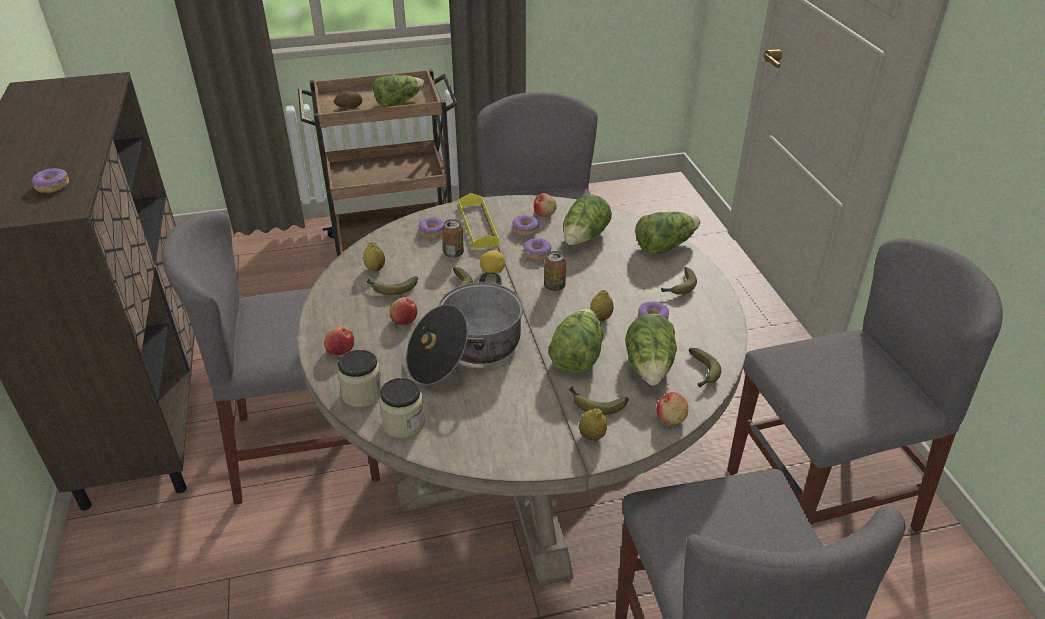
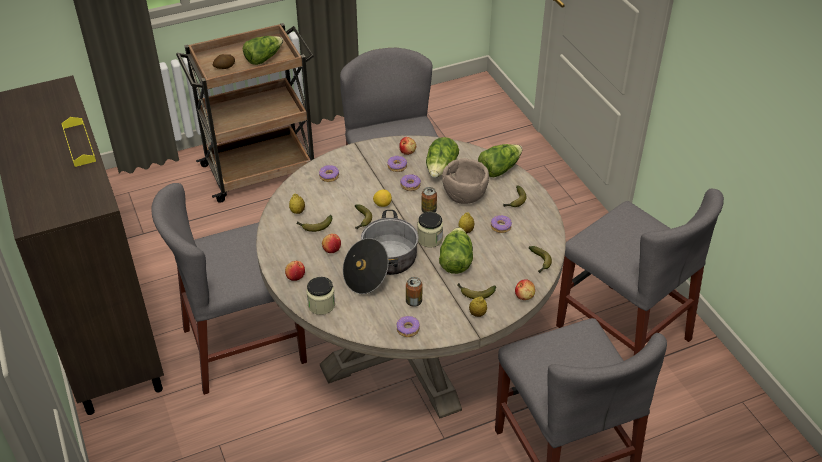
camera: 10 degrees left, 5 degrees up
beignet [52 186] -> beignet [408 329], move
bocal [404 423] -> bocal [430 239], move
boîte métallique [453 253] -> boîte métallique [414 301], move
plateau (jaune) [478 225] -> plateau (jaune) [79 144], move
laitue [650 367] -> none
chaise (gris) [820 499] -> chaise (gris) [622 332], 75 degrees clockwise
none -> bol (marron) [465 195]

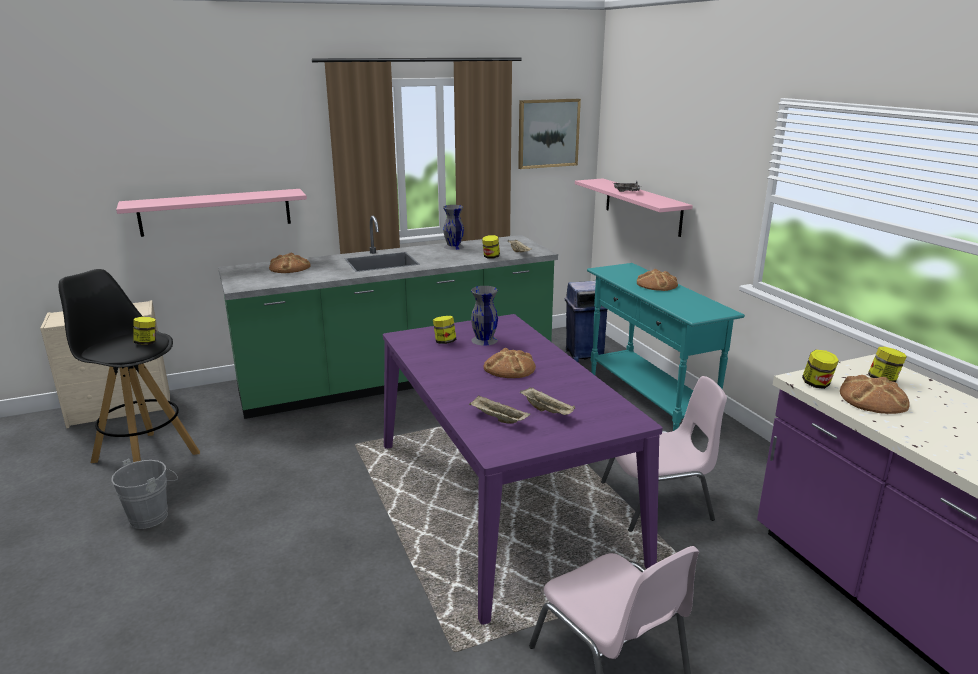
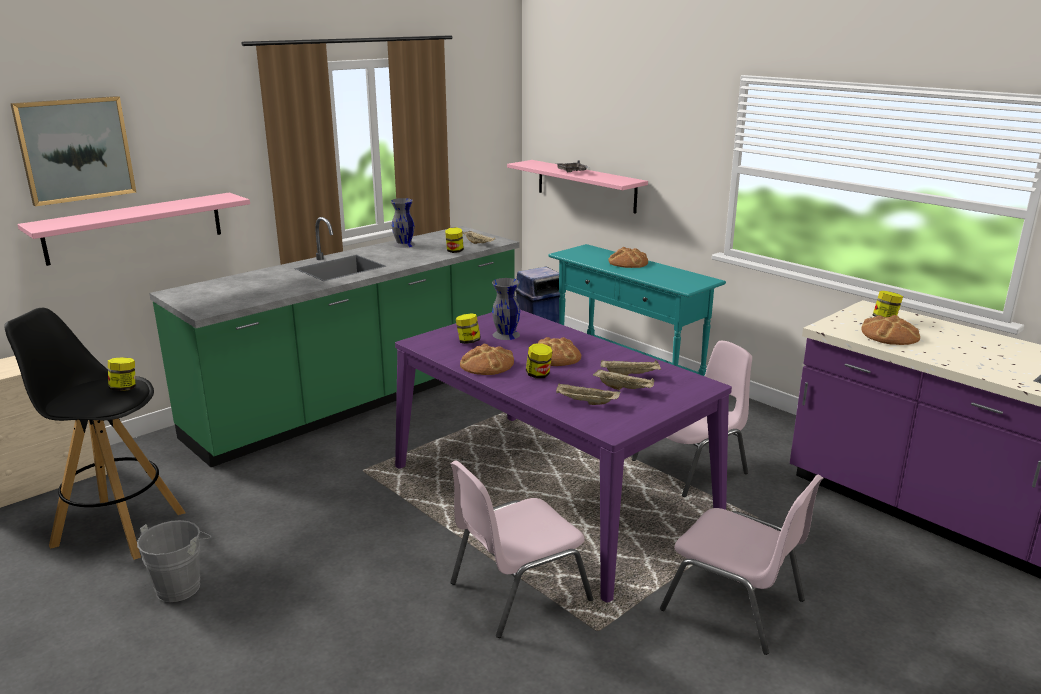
camera: 20 degrees left, 0 degrees up
pain [289 268] -> pain [487 365], move
tableau [548 133] -> tableau [75 149], move
bocal [817 384] -> bocal [538 375], move
none -> chaise (rose) [517 591]
none -> plateau (beige) [631 375]

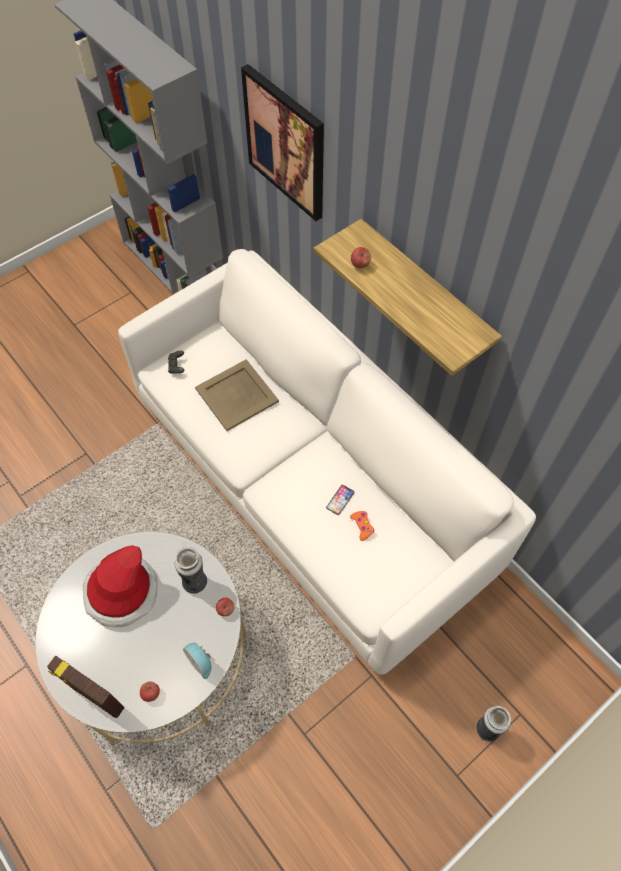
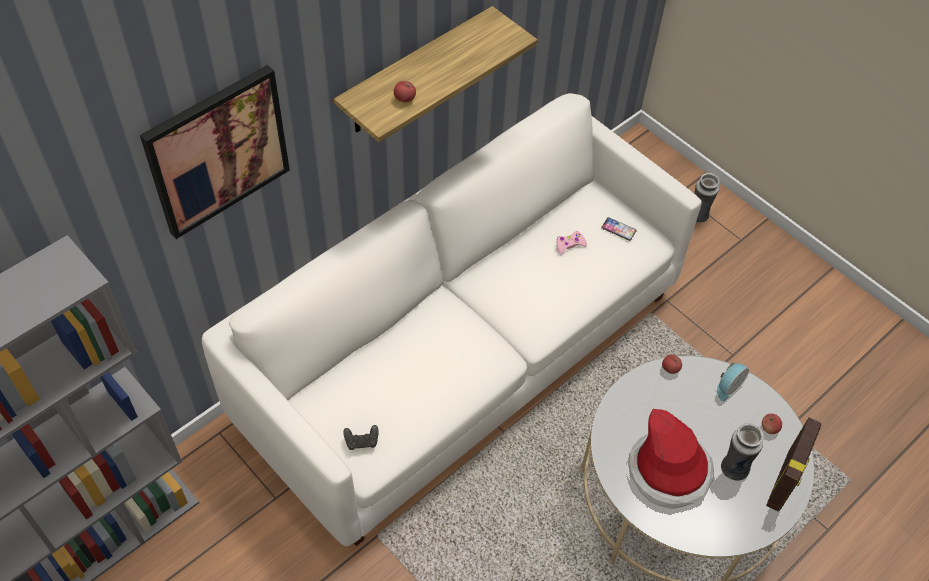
camera: 95 degrees left, 5 degrees down
vase [195 582] -> vase [733 469], move
plateau (beige) [236 395] -> none
téléphone [340 500] -> téléphone [618 229], move
manette (orange) [362 526] -> manette (rose) [569 245]

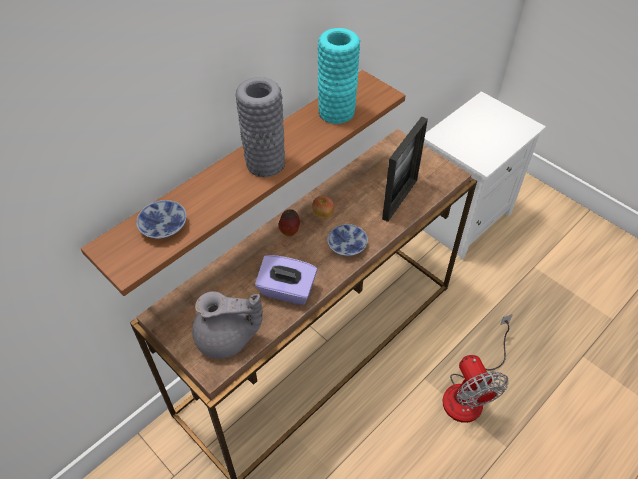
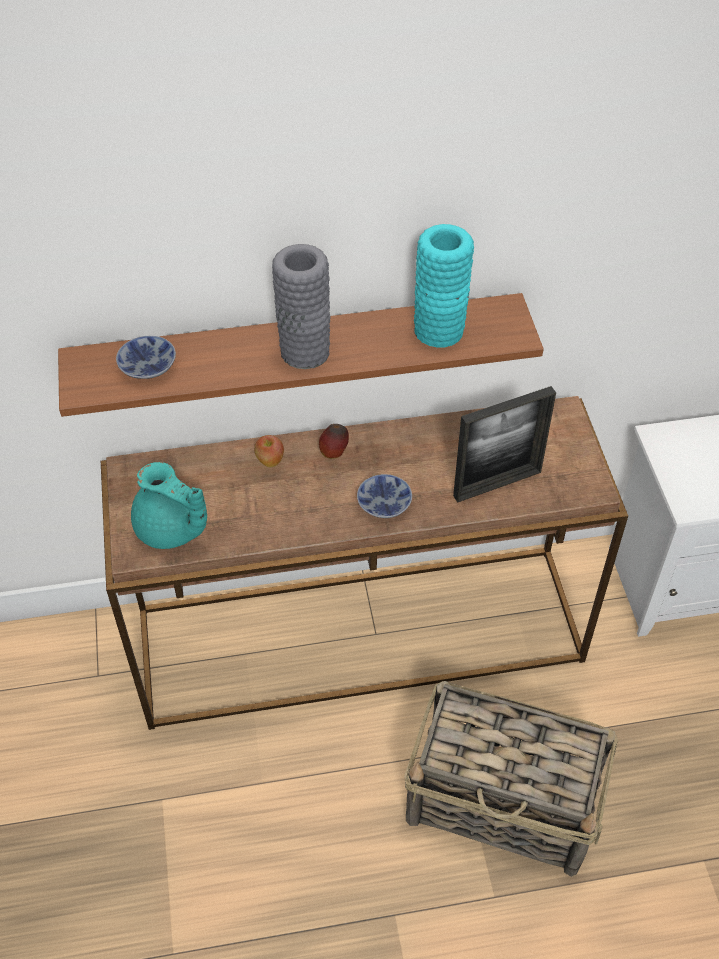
camera: 35 degrees right, 0 degrees up
théière (gris) [226 339] -> théière (turquoise) [172 530]
boîte à mouchoirs (violet) [286 291] -> none
pomme [323 214] -> pomme [269 461], move
ventilateur [469 391] -> panier [504 803]

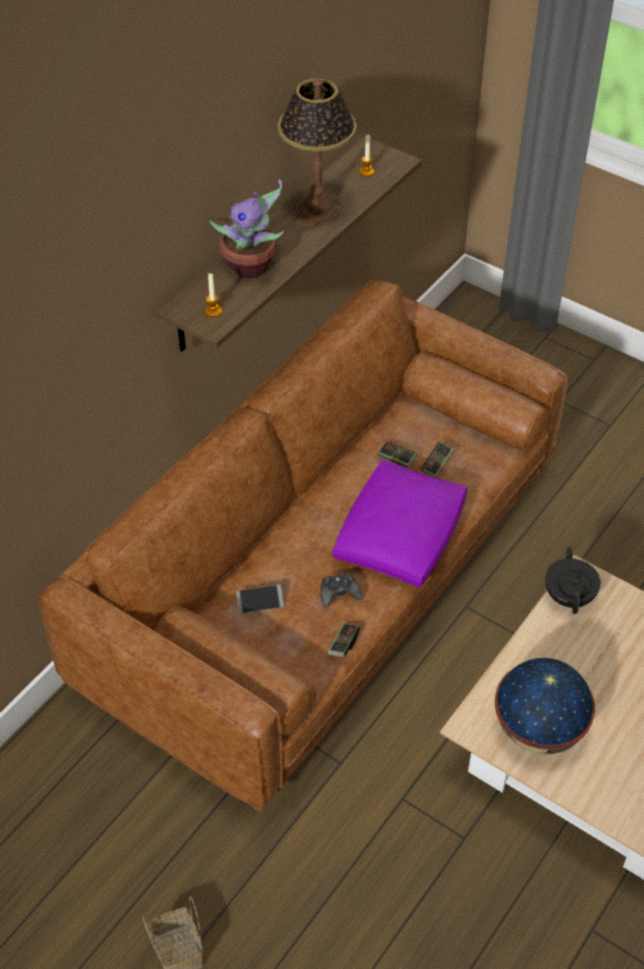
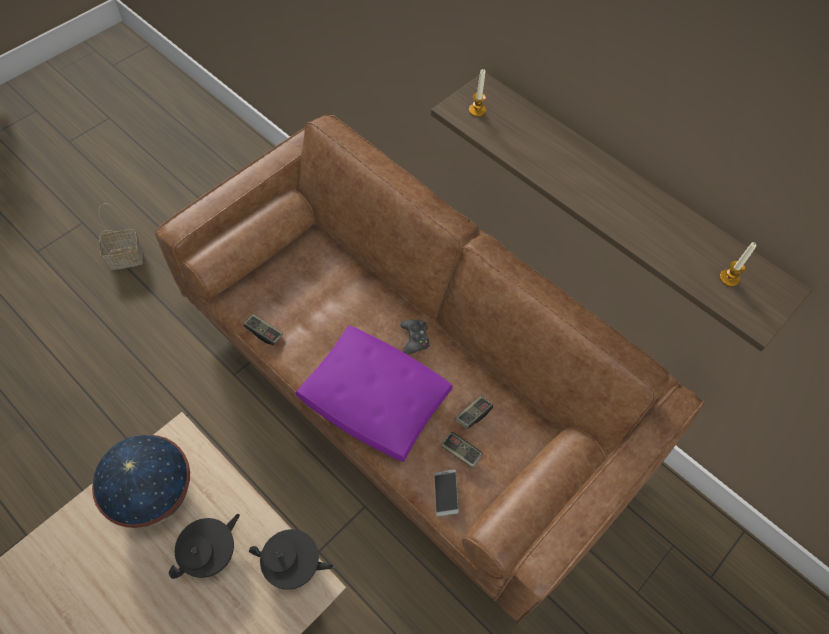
camera: 95 degrees right, 10 degrees up
plante en pot [251 267] -> none
téléphone [260 602] -> téléphone [446 494], move
lampe de table [317 210] -> none
manette (noir) [339 593] -> manette (noir) [415 339], move
none -> théière (noir) [211 553]

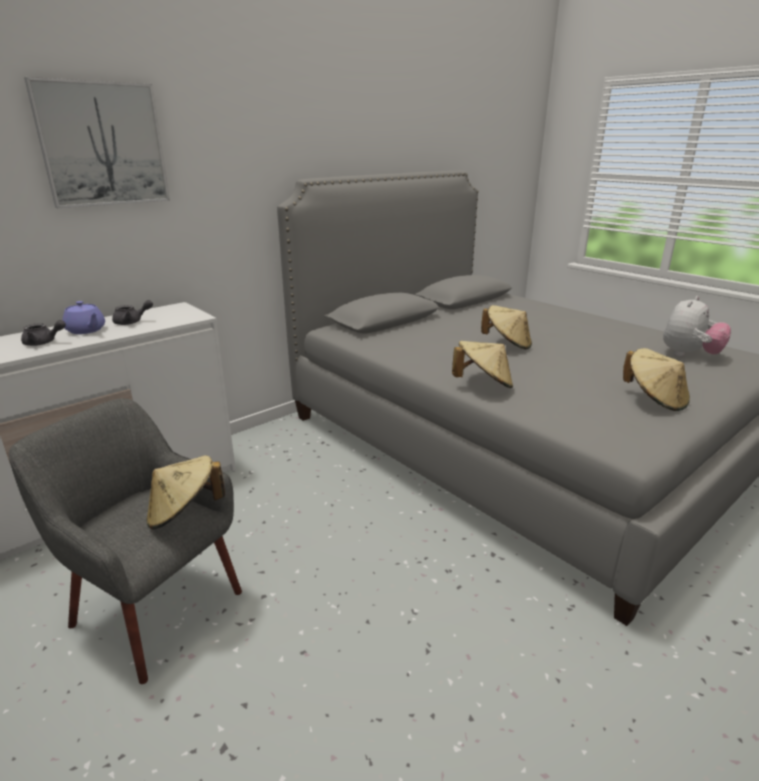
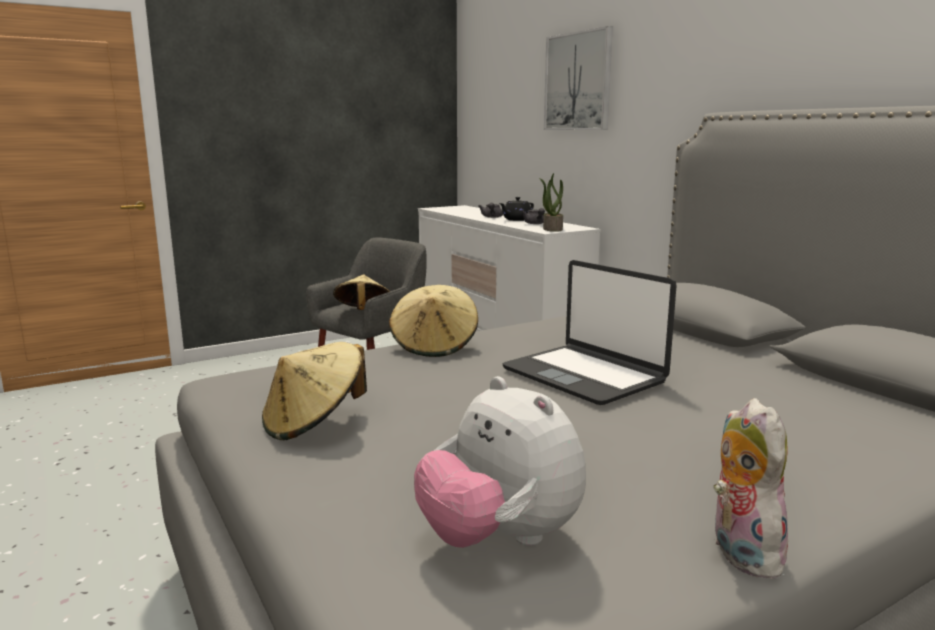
camera: 100 degrees right, 10 degrees down
théière (violet) [86 330] -> théière (noir) [516 220]
chapeau (beige) [507 344] -> ordinateur portable [584 375]
none -> plante en pot [552 229]
none -> peluche [739 552]

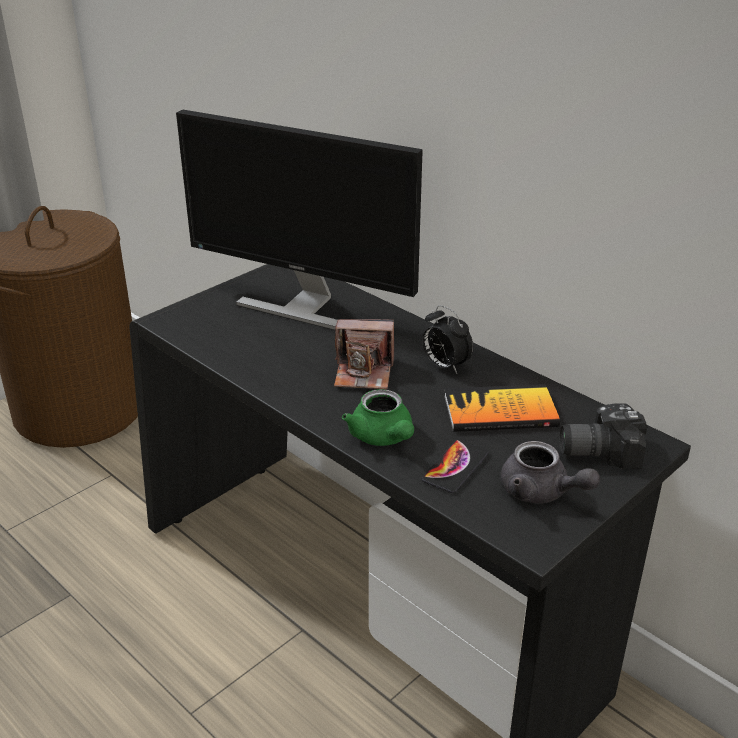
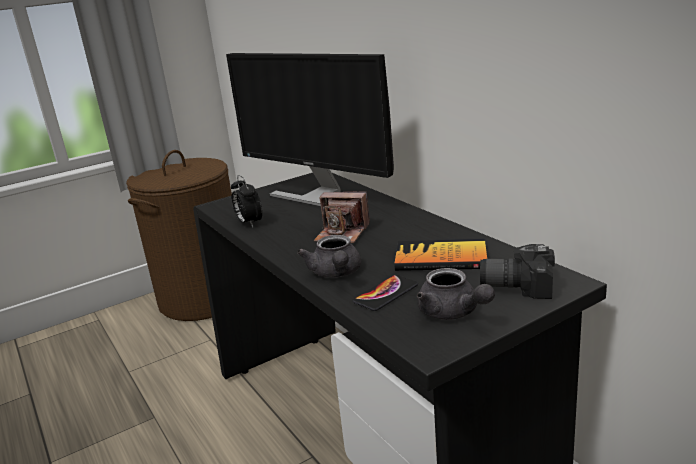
camera: 15 degrees right, 10 degrees down
théière (vert) [383 438] -> théière (gris) [336 273]
réveil [444 366] -> réveil [249 223], move

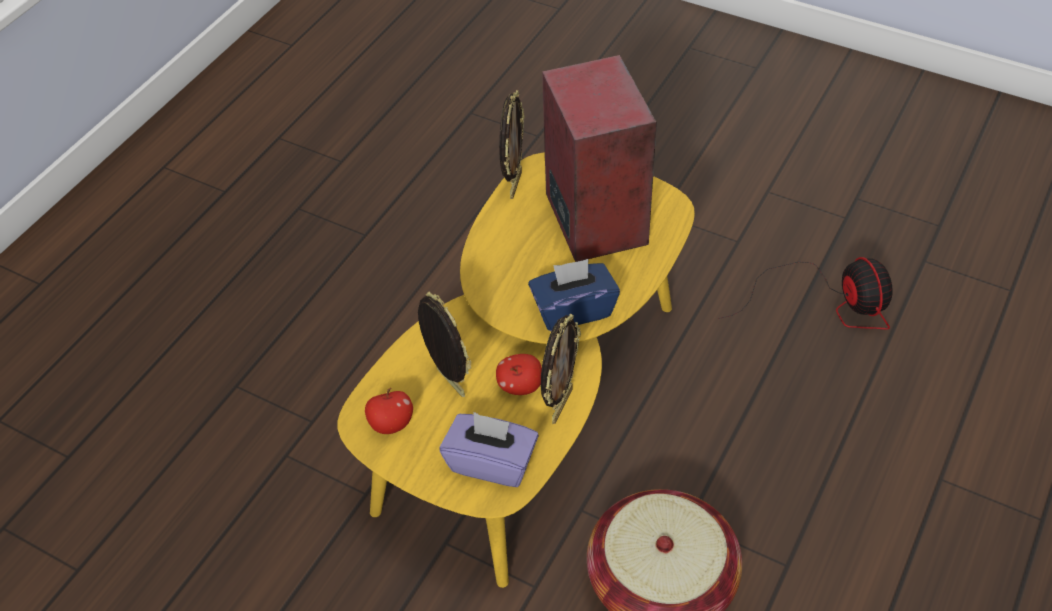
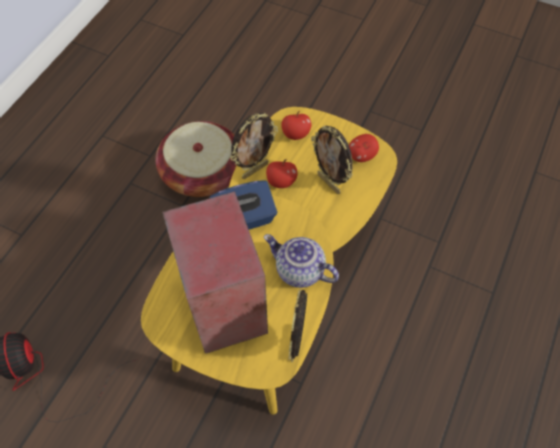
camera: 175 degrees right, 10 degrees up
boîte à mouchoirs (violet) [492 462] -> pomme [295 134]
cadre photo [560 405] -> cadre photo [254 170], 150 degrees counterclockwise
none -> théière [298 271]

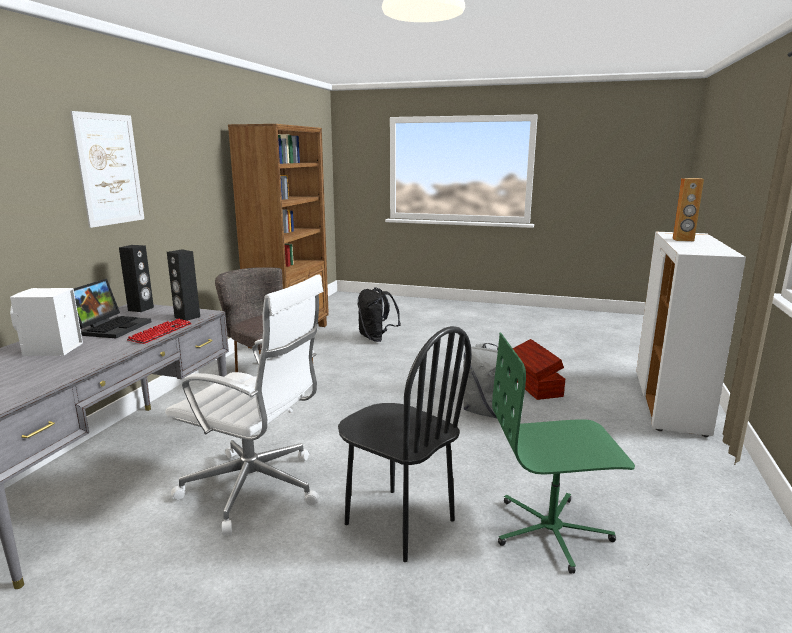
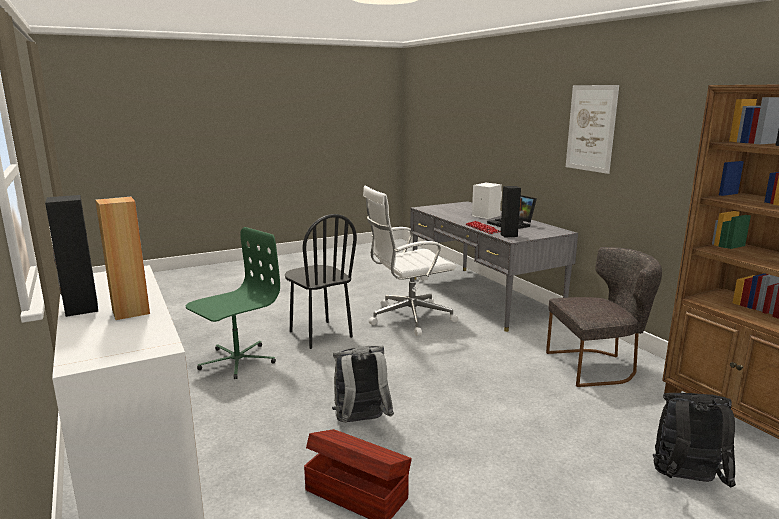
camera: 135 degrees right, 0 degrees up
enceinte (noir) [141 309] -> enceinte (noir) [81 309], move
chaise (noir) [399 522] -> chaise (noir) [320 334], 120 degrees counterclockwise

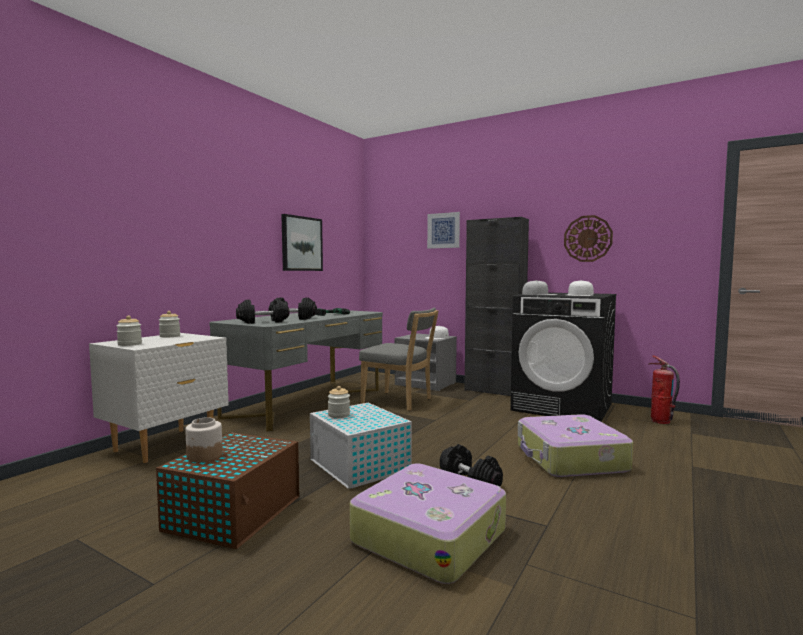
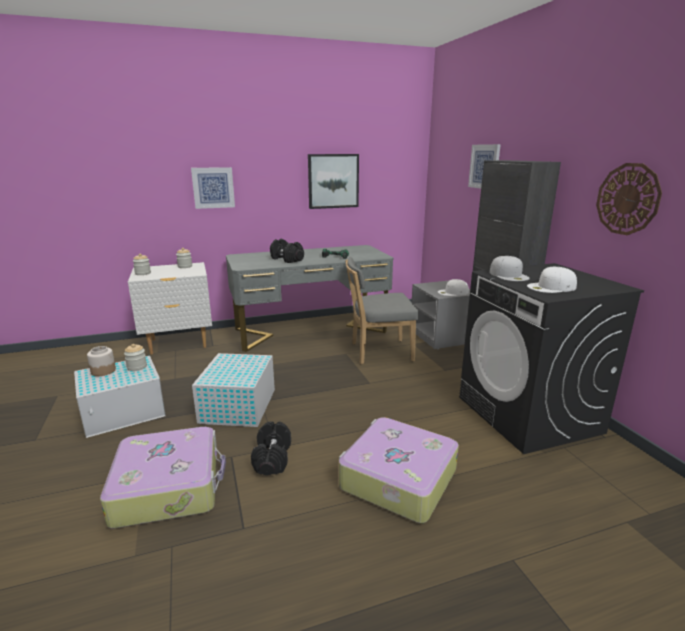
camera: 40 degrees right, 15 degrees up
boîte de rangement (marron) [235 512] -> boîte de rangement (blanc) [125 412]
haltère (noir) [263 322] -> none
bocal [339 415] -> bocal [137 367], move
chaise (gris) [400 402] -> chaise (gris) [378 352], 105 degrees clockwise
extincteur [660 421] -> none
none -> tableau [213 187]

